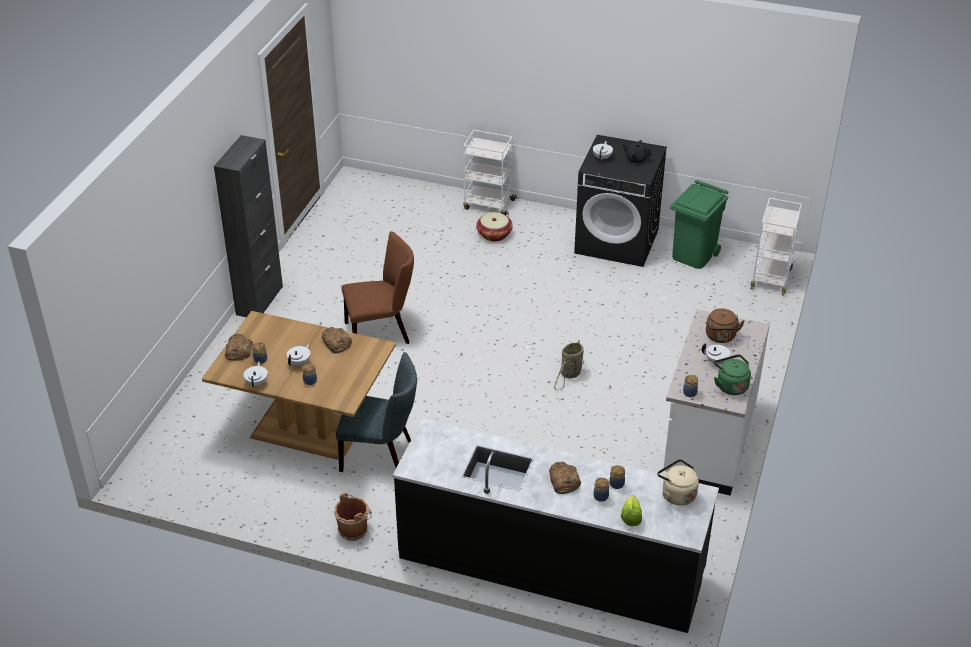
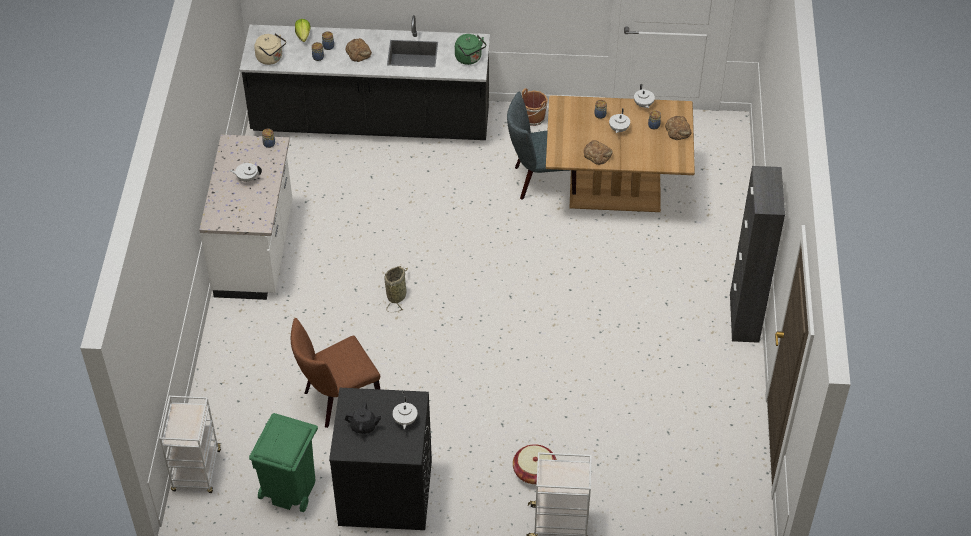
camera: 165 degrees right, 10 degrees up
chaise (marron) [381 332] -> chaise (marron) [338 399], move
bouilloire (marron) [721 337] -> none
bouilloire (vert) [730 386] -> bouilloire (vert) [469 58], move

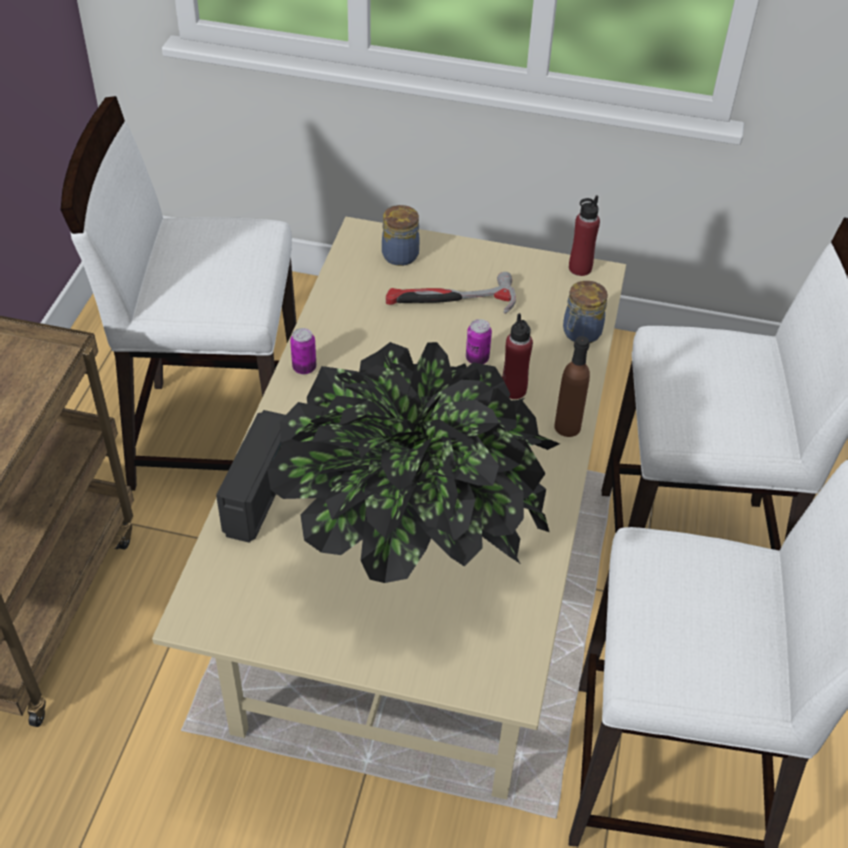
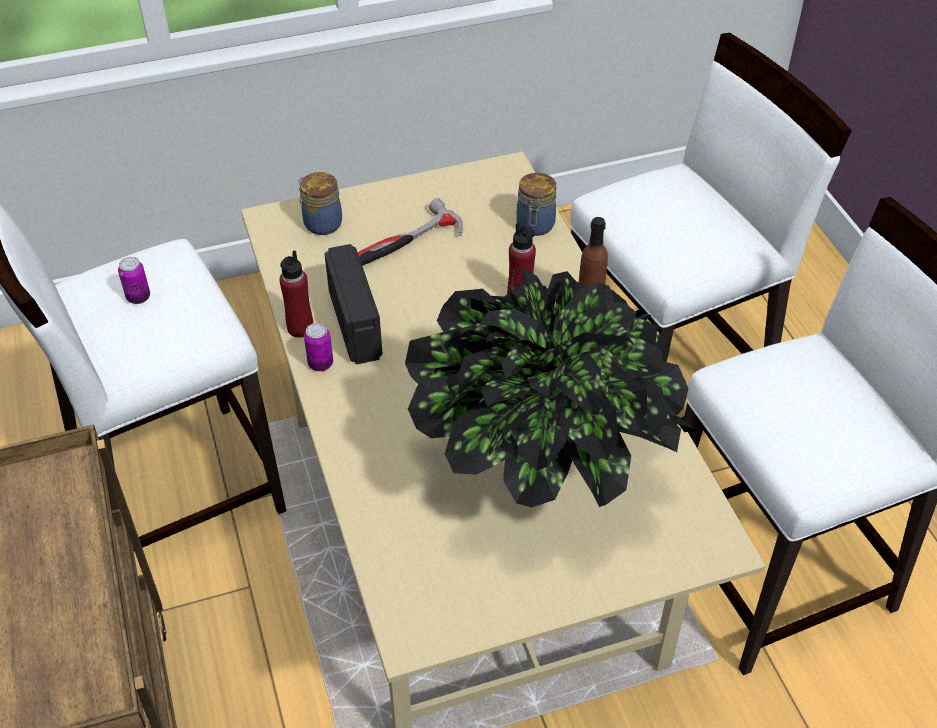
camera: 30 degrees left, 0 degrees up
radio [259 495] -> radio [356 324], move
boîte métallique [477 359] -> boîte métallique [138 297], move
bouteille (rouge) [580 268] -> bouteille (rouge) [300 328], move

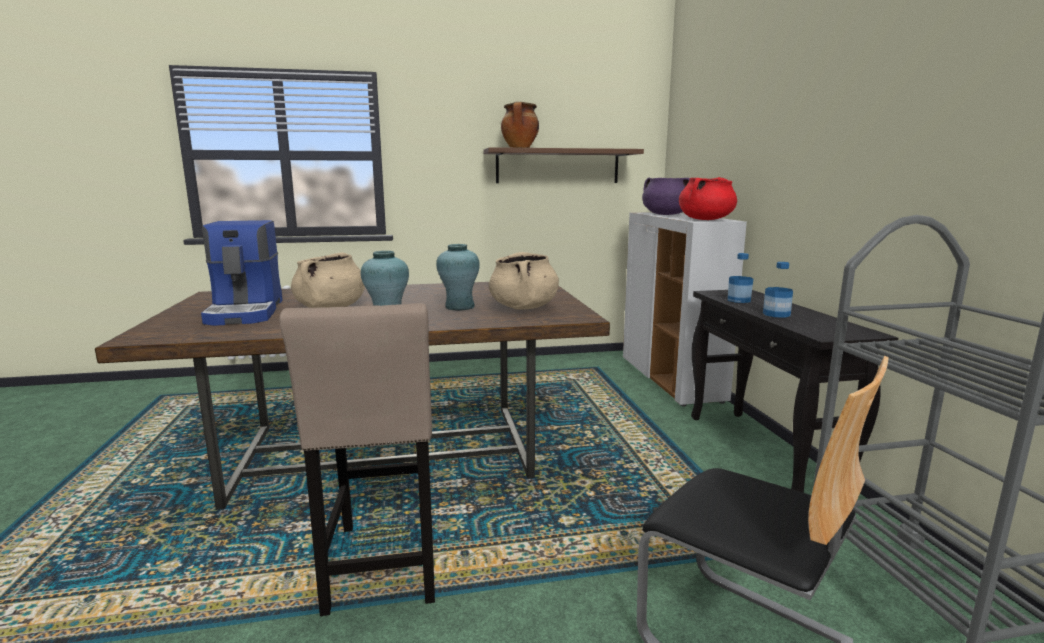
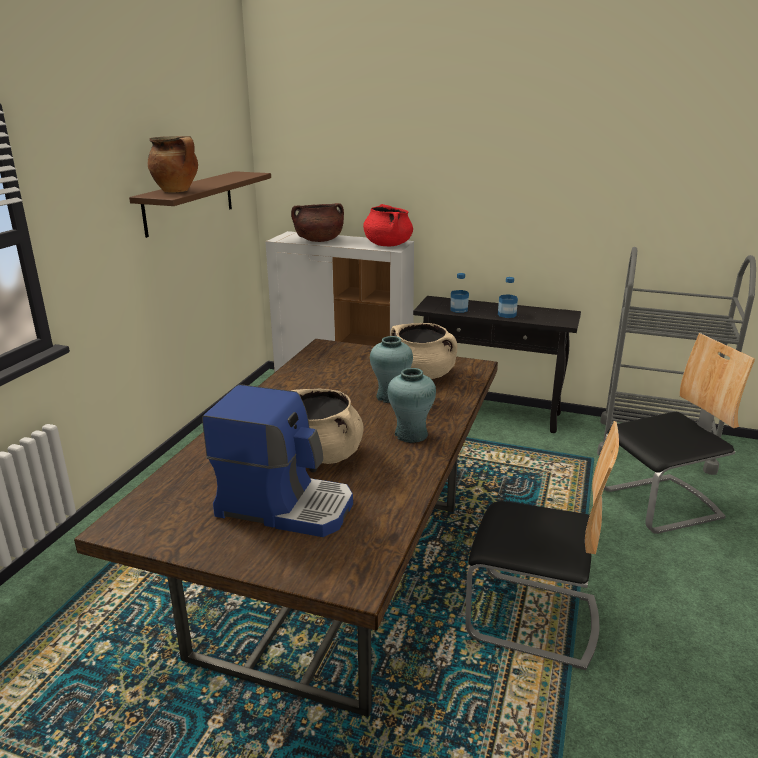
camera: 60 degrees left, 10 degrees up
tabouret (beige) [381 569] -> chaise [532 618]
marmite (violet) [666 214] -> marmite (marron) [319 240]

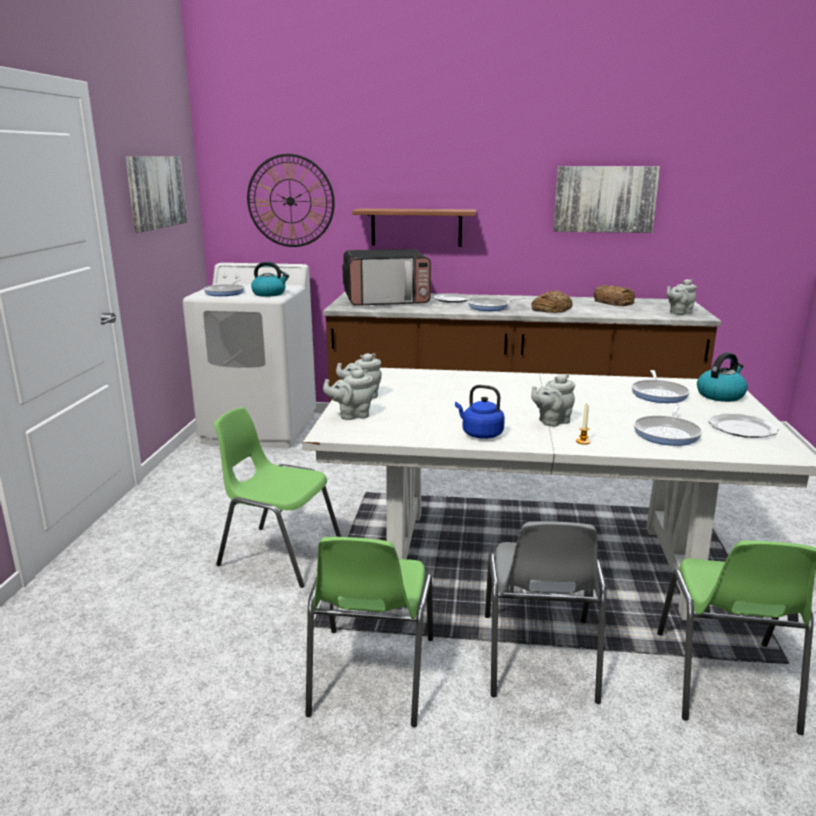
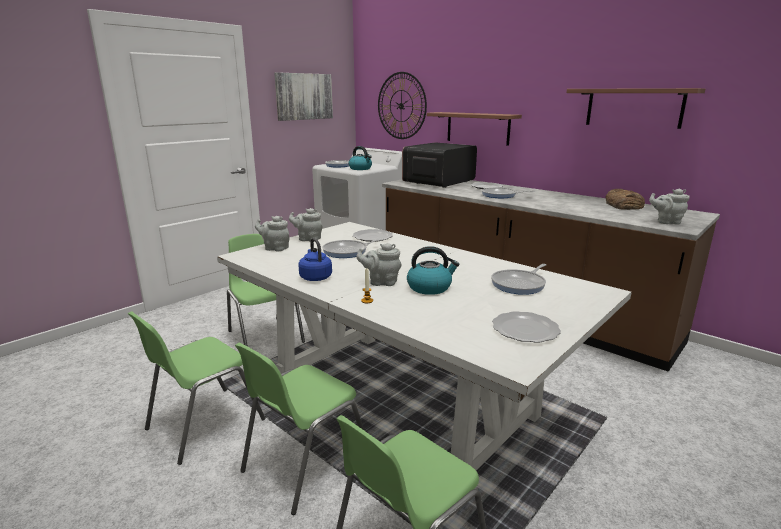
camera: 35 degrees right, 0 degrees up
micro-ondes [386 300] -> micro-ondes [438 182], 105 degrees clockwise
chaise (gris) [538 658] -> chaise (vert) [304 464]
pain [551 308] -> none
tableau [604 199] -> étagère [634 107]
poêle [667 433] -> poêle [347 251], move
bouilloire [720 395] -> bouilloire [430 287], move
none -> assiette [373 237]

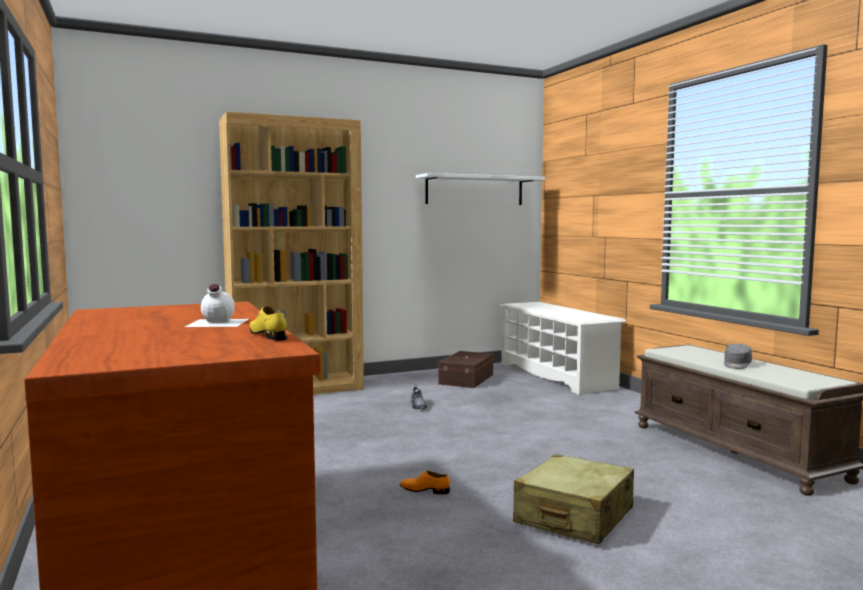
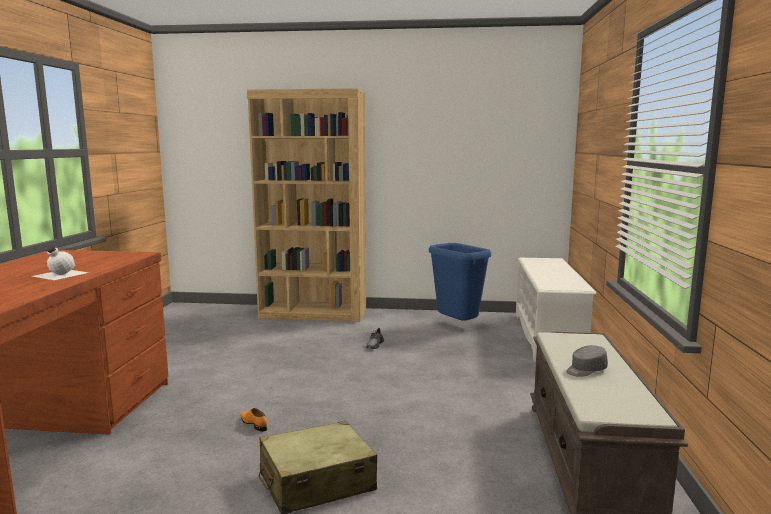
camera: 30 degrees right, 5 degrees up
chaussure (jaune) [268 335] -> none
étagère (blanc) [475 190] -> none
boîte de rangement (marron) [467 379] -> poubelle (bleu) [458 326]

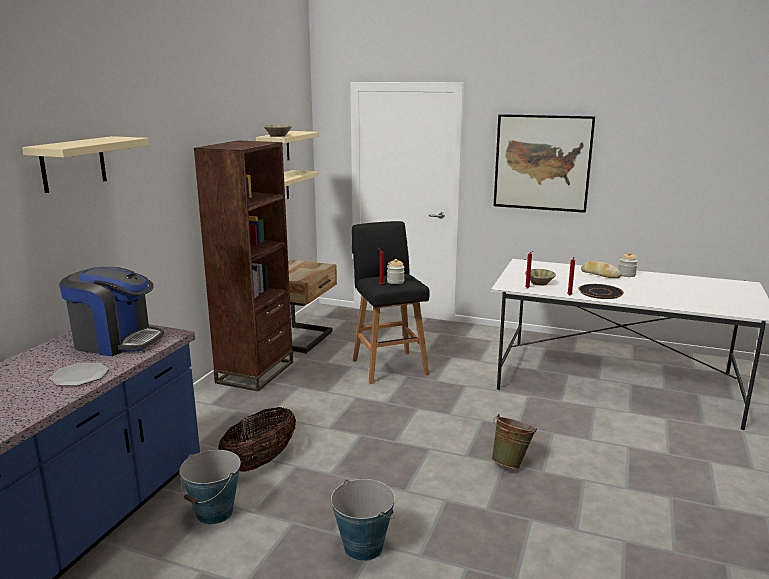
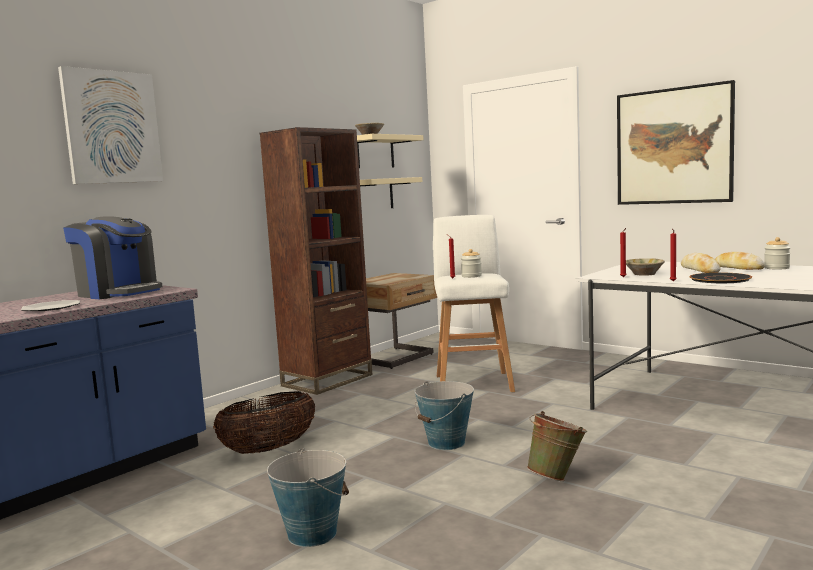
camera: 20 degrees right, 10 degrees down
étagère (beige) [73 164] -> tableau [112 127]
seau [215 512] -> seau [446 443], move
tabouret (noir) [389 366] -> tabouret (blanc) [473 382]
none -> pain [700 270]

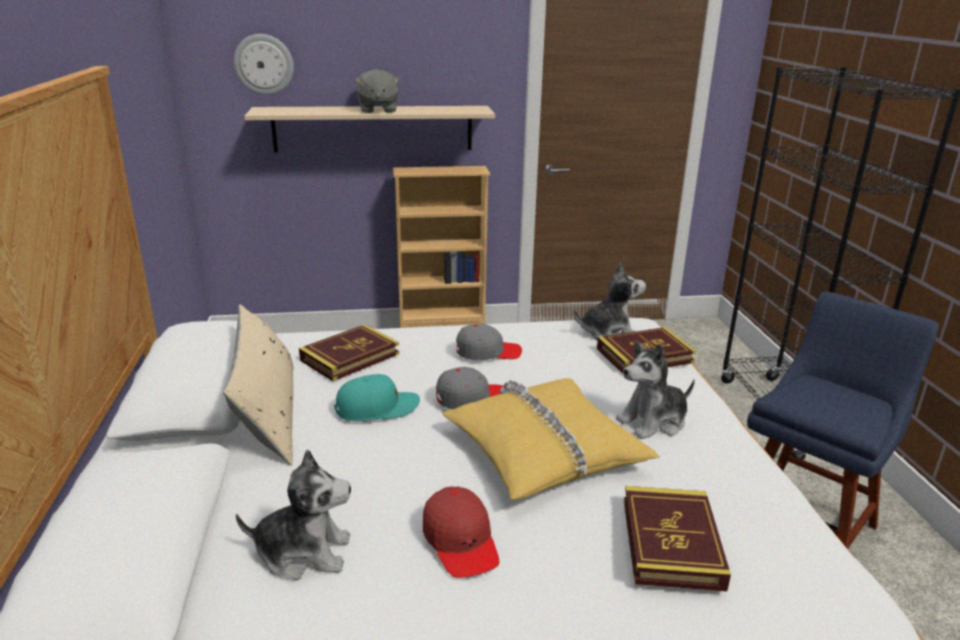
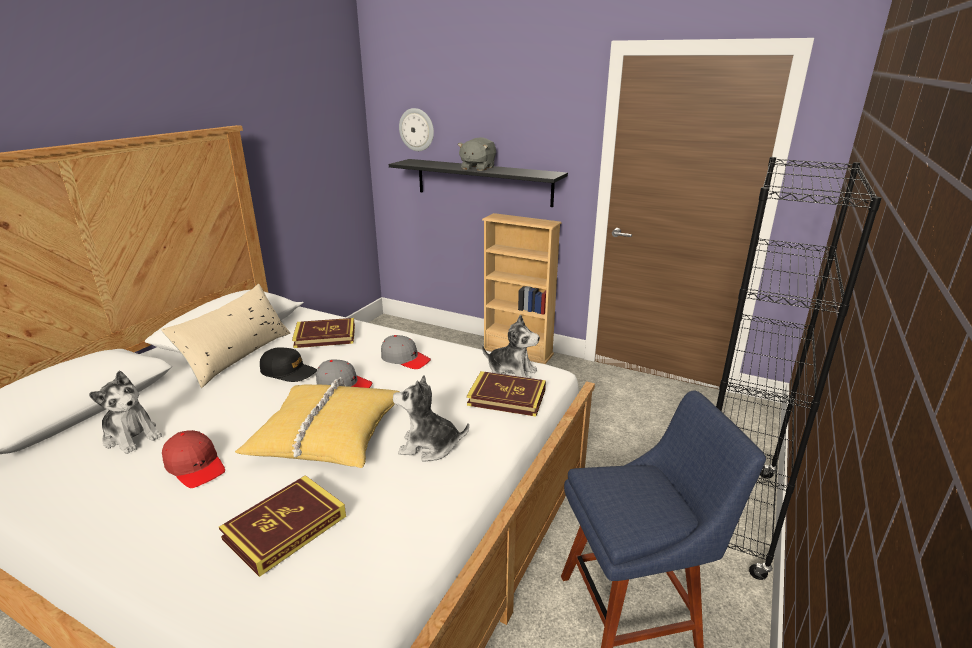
camera: 35 degrees right, 0 degrees up
étagère (beige) [373 128] -> étagère (noir) [483 182]
casquette (turquoise) [377 408] -> casquette (noir) [288 372]
casquette (rouge) [461 541] -> casquette (rouge) [195 466], 60 degrees counterclockwise

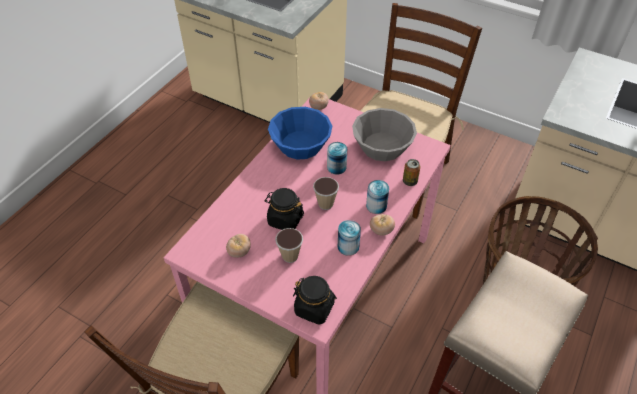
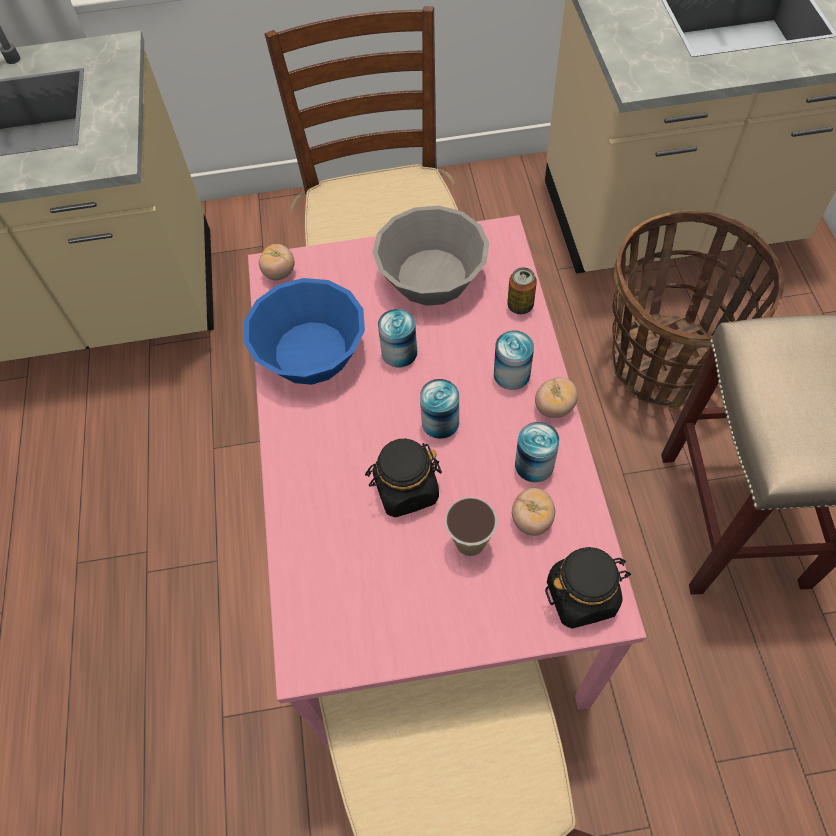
camera: 35 degrees left, 10 degrees up
tomate [239 252] -> tomate [532 520], move
tasse [325 204] -> boîte métallique [440 422]

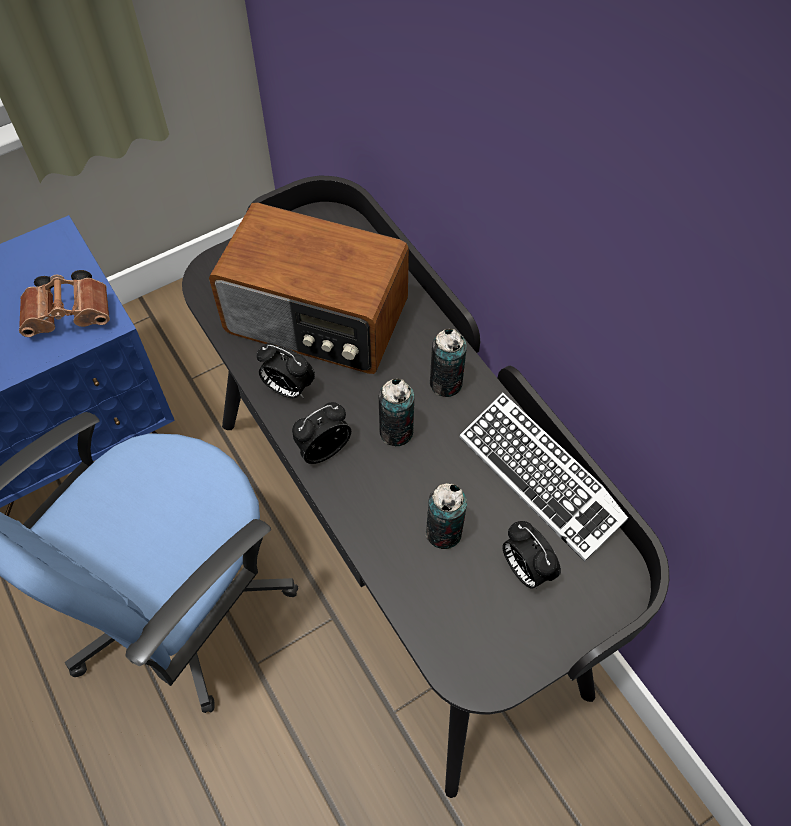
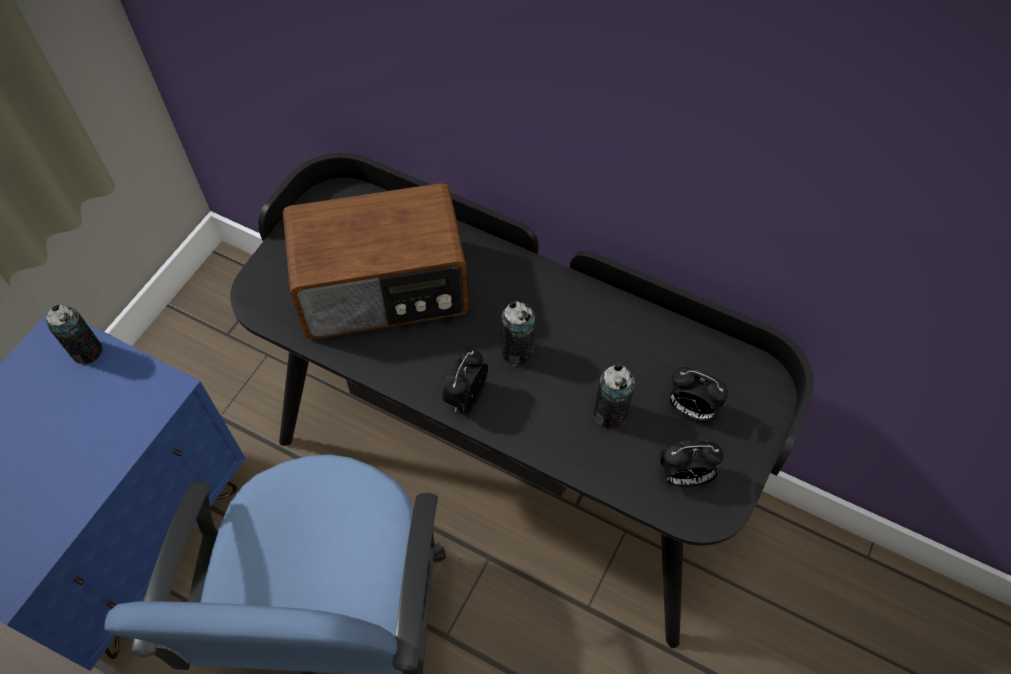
camera: 30 degrees left, 0 degrees up
jumelles (marron) [71 314] -> none
réveil [288 389] -> réveil [684 476], move
boîte métallique [446 383] -> boîte métallique [87 351], move
clavier [541 479] -> none

